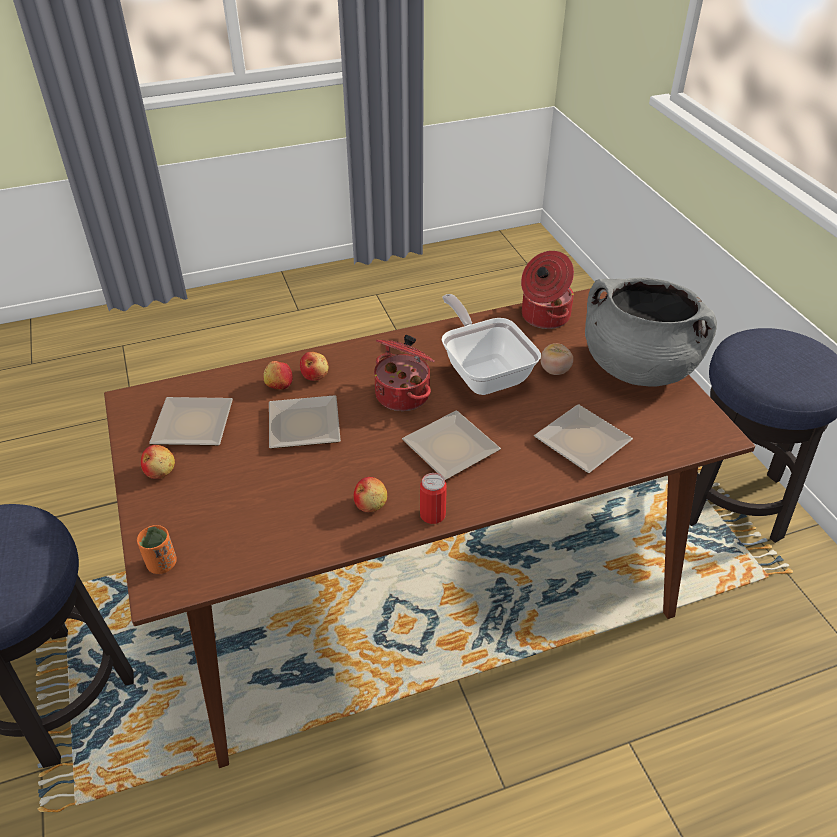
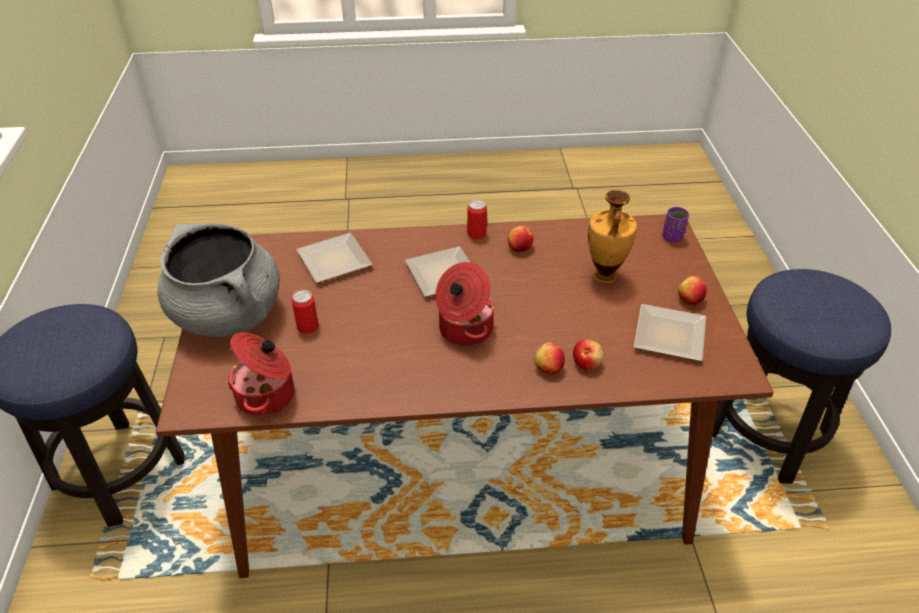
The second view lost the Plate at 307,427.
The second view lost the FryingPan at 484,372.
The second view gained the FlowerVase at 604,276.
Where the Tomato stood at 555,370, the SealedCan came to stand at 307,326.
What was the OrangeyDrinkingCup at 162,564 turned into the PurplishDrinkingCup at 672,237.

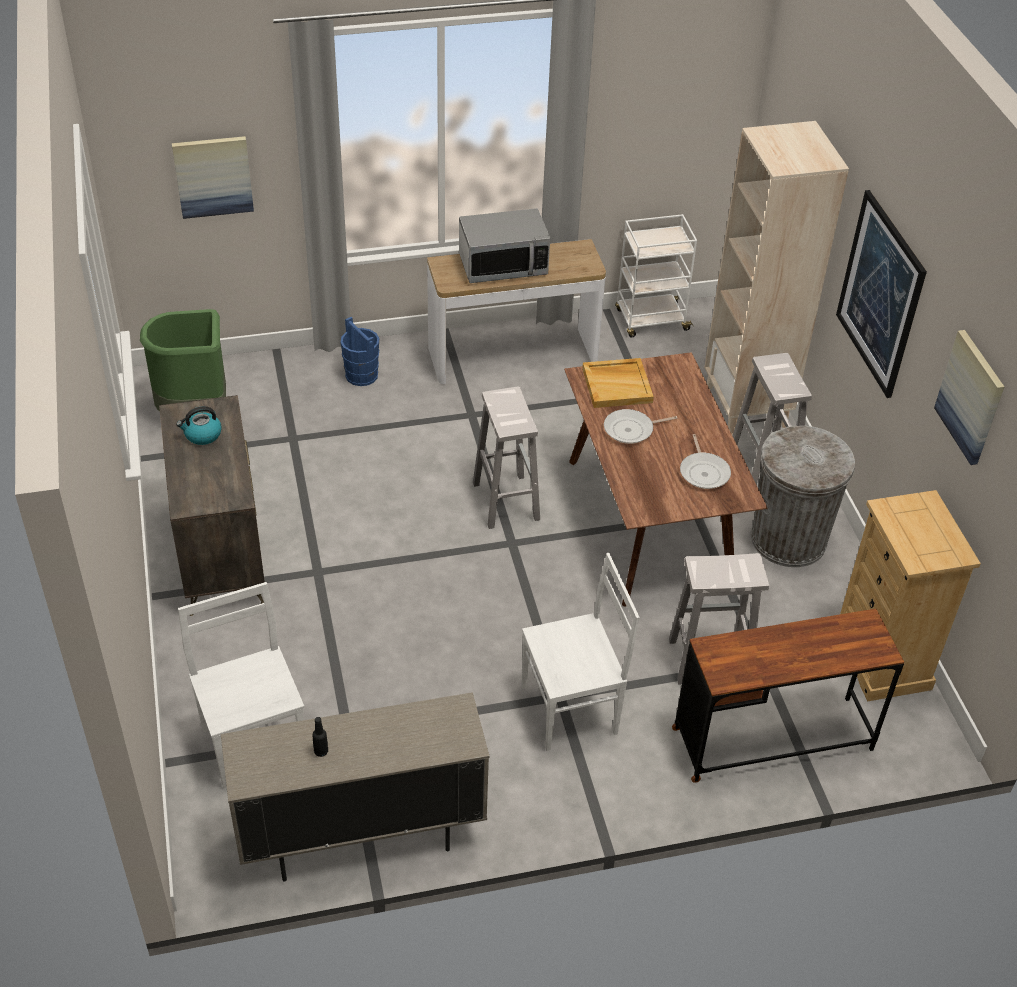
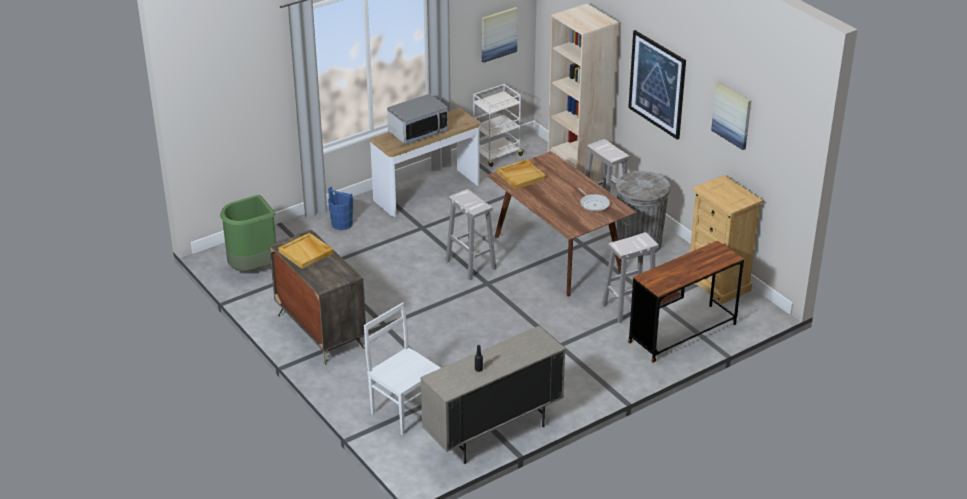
The second view lost the WhiteUprightChair at 572,709.
The second view lost the FryingPan at 631,430.
The WallPicture ended up elsewhere, having gone from 213,176 to 498,34.
Where the Kettle stood at 202,435, the SandColouredTray came to stand at 306,252.

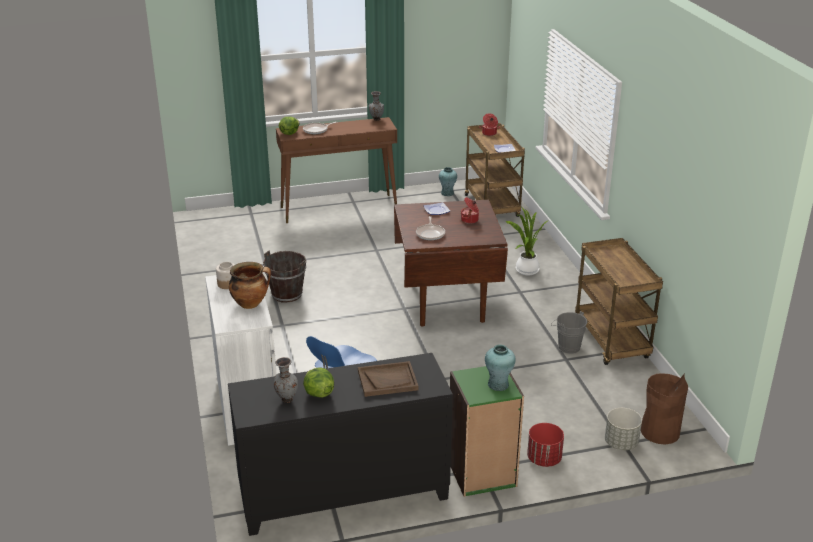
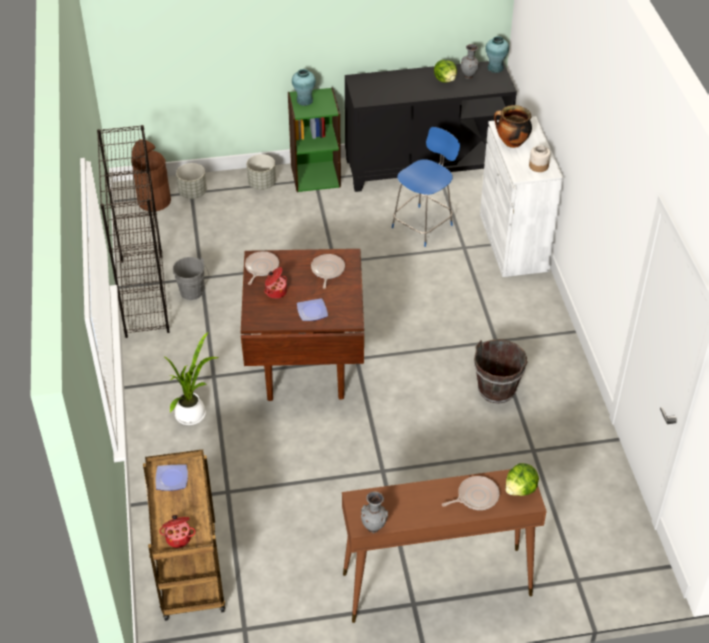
The second view lost the BrownishTray at 387,380.
The second view gained the FryingPan at 261,268.
The TurquoiseColouredFlowerVase ended up elsewhere, having gone from 447,193 to 495,68.
Where the BrownishCart stood at 612,342, the BlackishBookshelf came to stand at 144,295.
What was the RedPlanter at 544,459 turned into the GreyPlanter at 262,184.

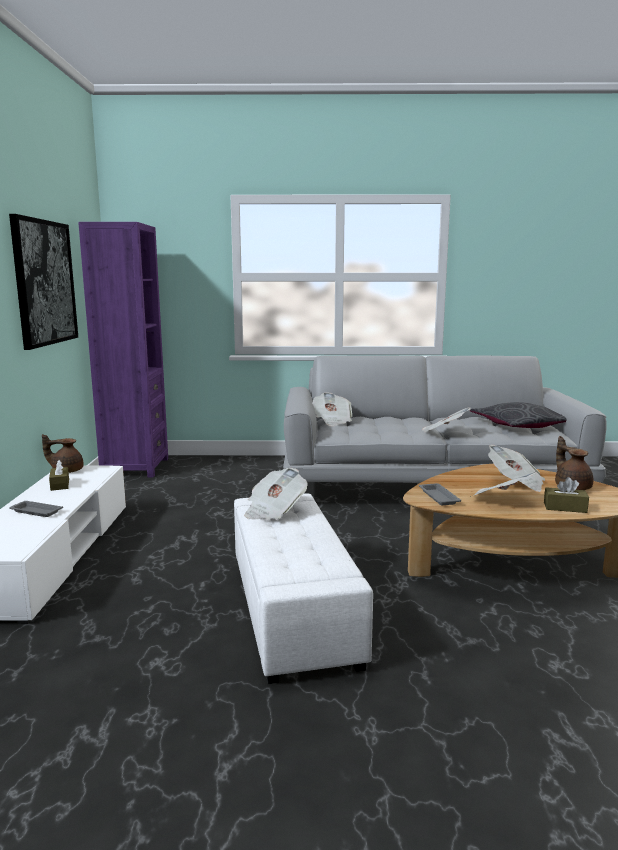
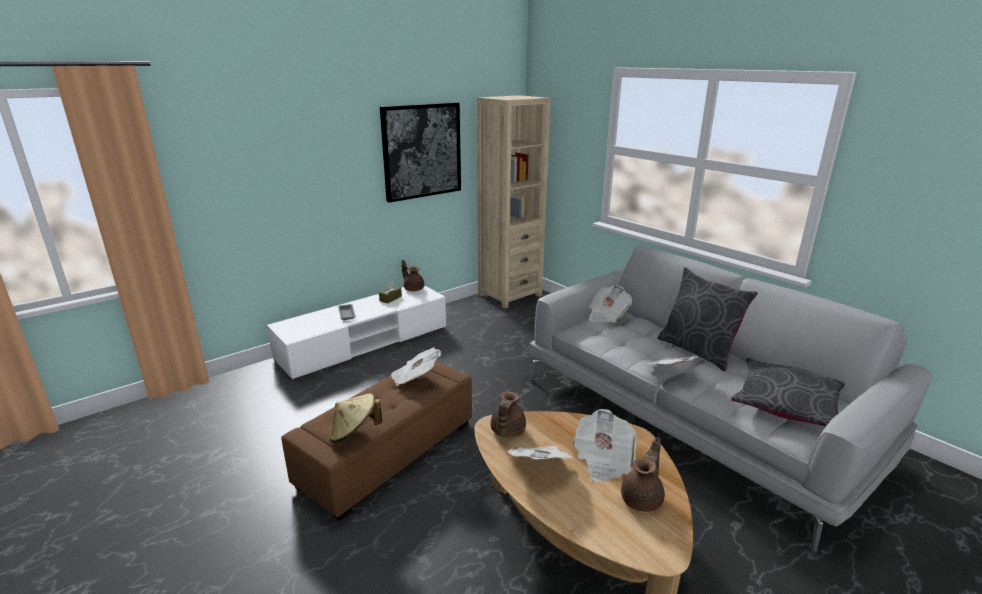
The second view lost the BrownishTissueBox at 565,507.
The second view gained the SandColouredClothingHat at 354,432.
The second view gained the GreyPillow at 698,350.
Where the GreyTray stood at 438,497, the BrownishPotForTea came to stand at 507,431.
What was the PurplishBookshelf at 135,467 turned into the SandColouredBookshelf at 509,295.
What was the WhiteOttoman at 291,608 turned into the BrownishOttoman at 388,453.

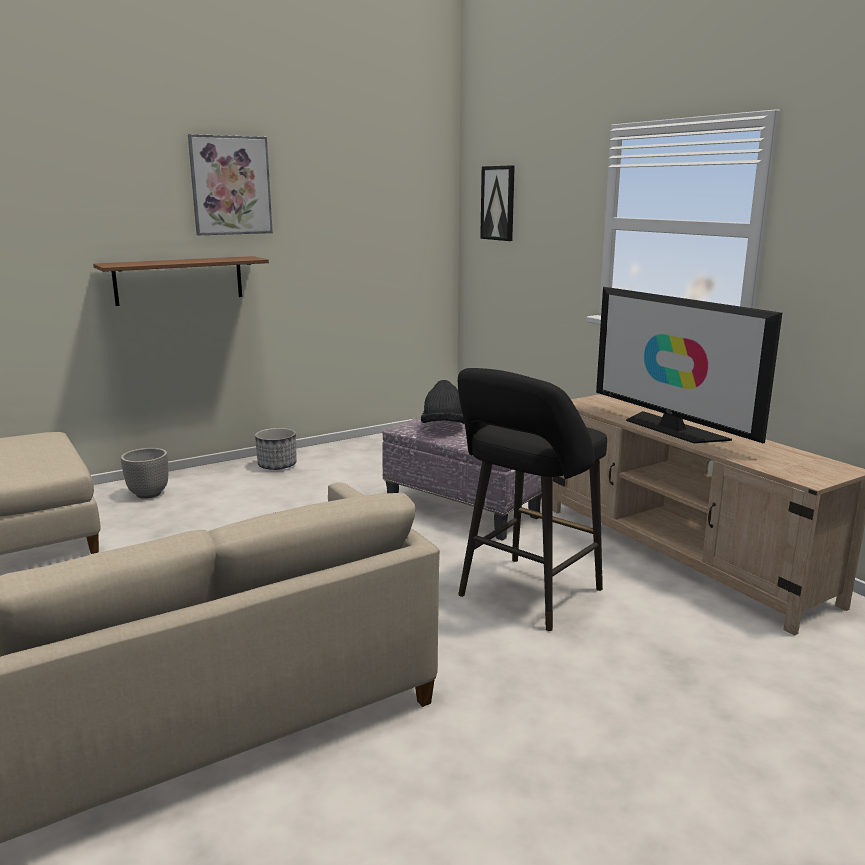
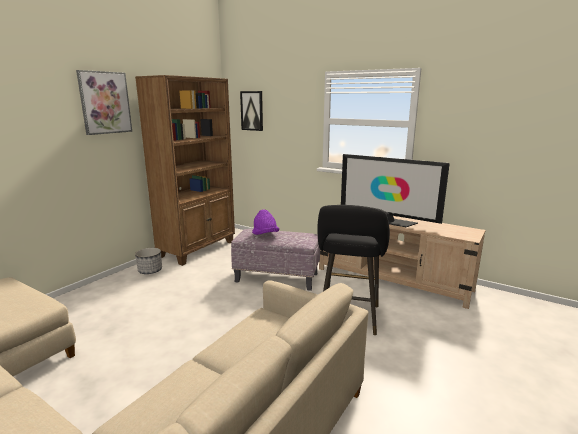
The second view lost the BrownishWallShelf at 179,280.
The second view lost the Planter at 149,494.
The second view gained the BrownishBookshelf at 198,249.
What was the BlackishClothingHat at 443,427 turned into the PurplishClothingHat at 265,235.

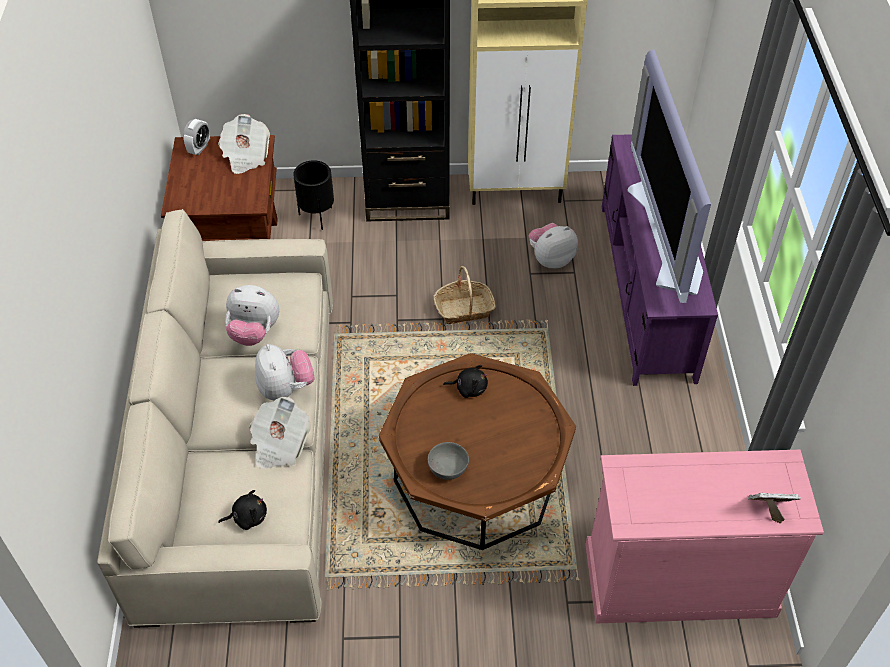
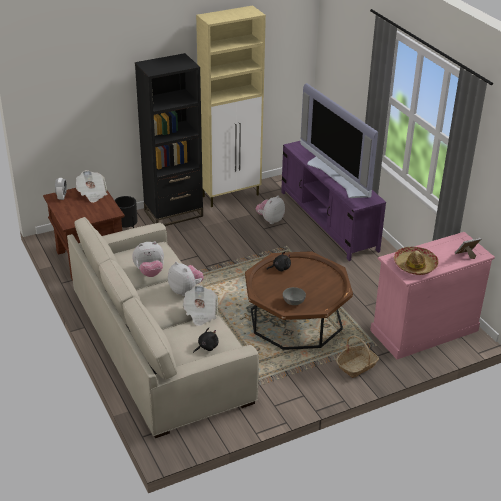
The second view gained the ClothingHat at 415,265.
The HouseholdBasket ended up elsewhere, having gone from 464,309 to 357,366.

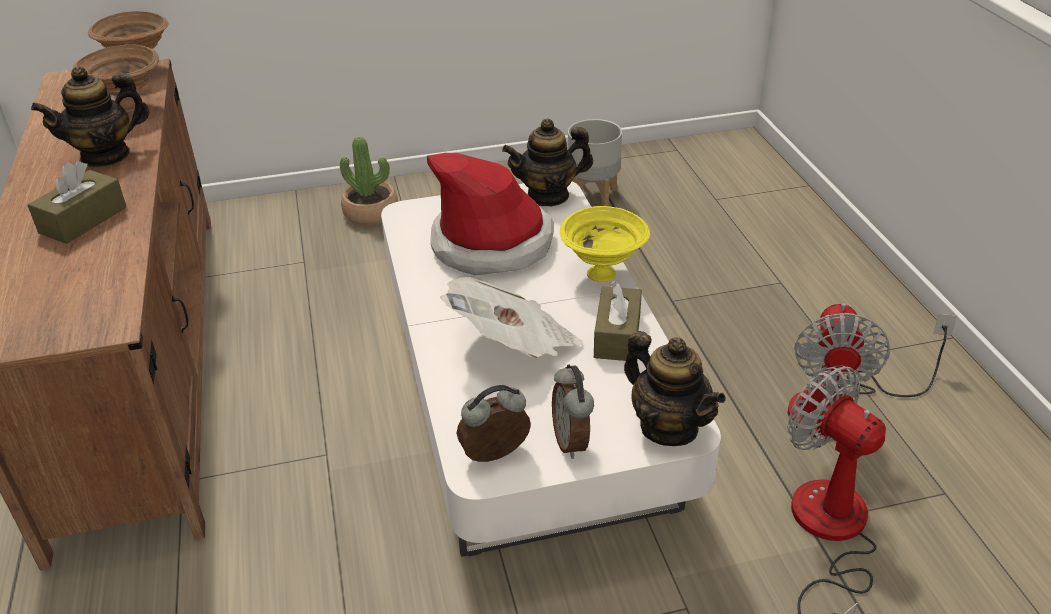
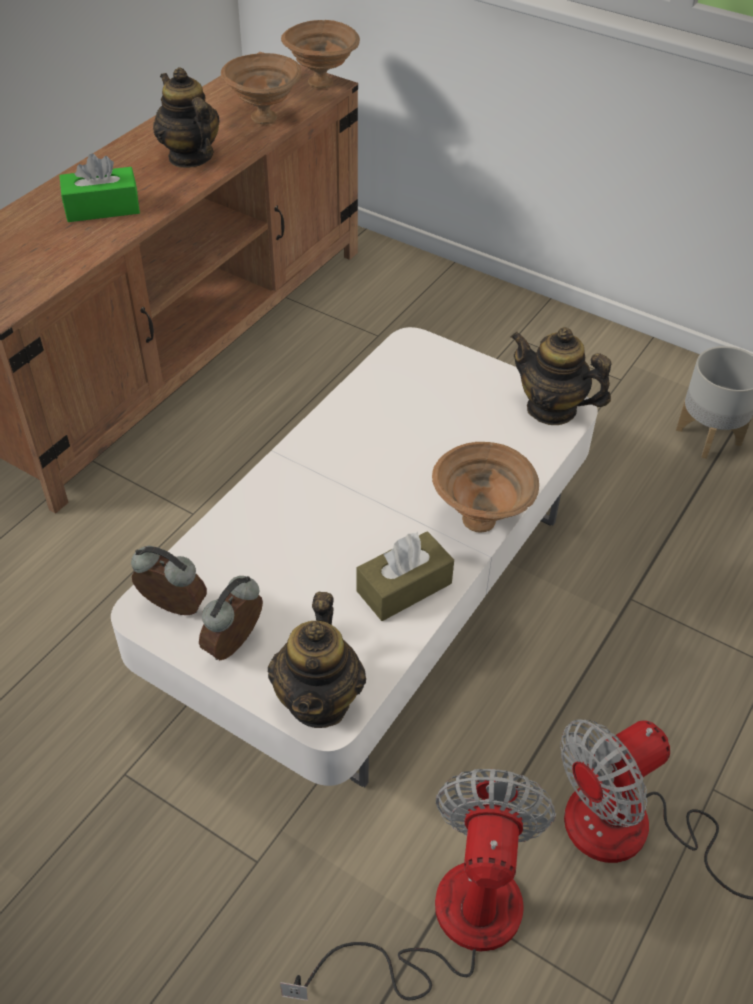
The second view lost the Houseplant at 371,213.
The second view lost the ClothingHat at 492,243.
The second view lost the Newspaper at 514,346.
What was the BrownishTissueBox at 83,220 turned into the GreenishTissueBox at 102,208.
What was the YellowishServingBowl at 603,274 turned into the BrownishServingBowl at 481,521.
The PotForTea at 106,155 ended up facing another way, 45 degrees clockwise from before.

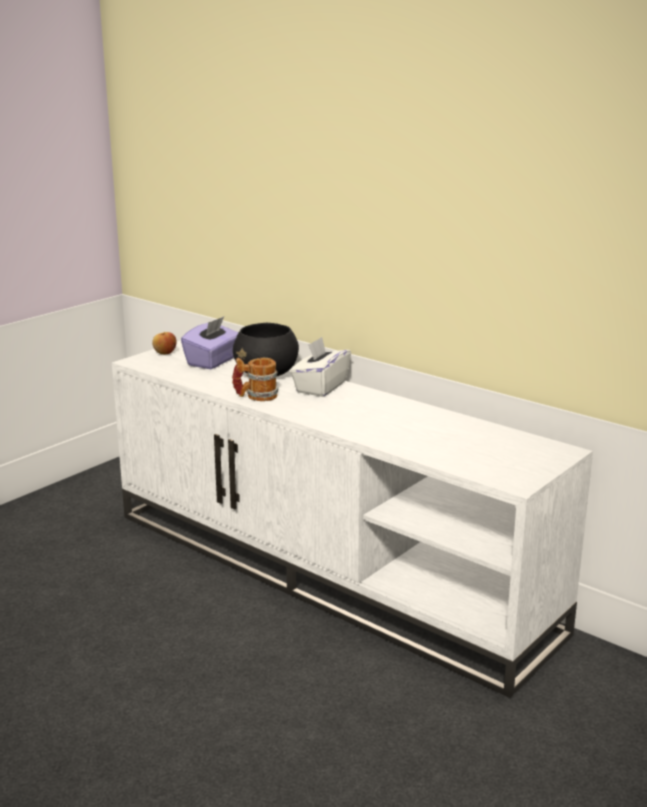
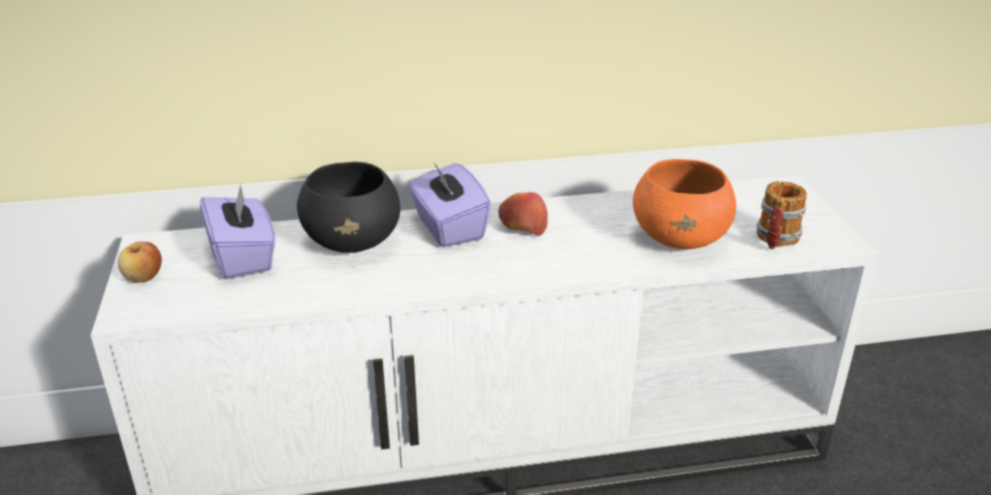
The second view gained the Apple at 522,225.
The second view gained the OrangeyServingBowl at 680,238.
The Mug ended up elsewhere, having gone from 255,396 to 775,240.
What was the WhiteTissueBox at 320,387 turned into the PurplishTissueBox at 448,228.

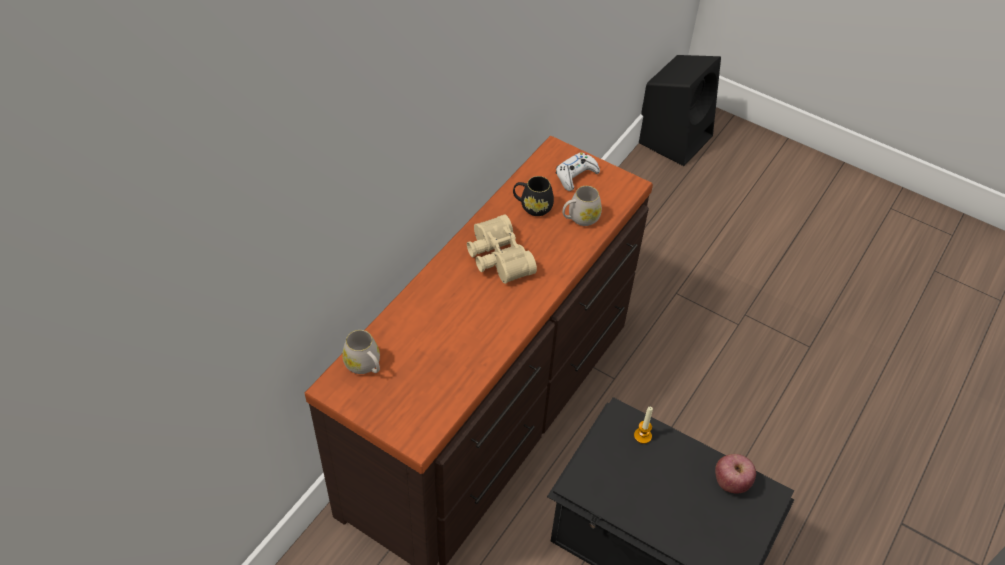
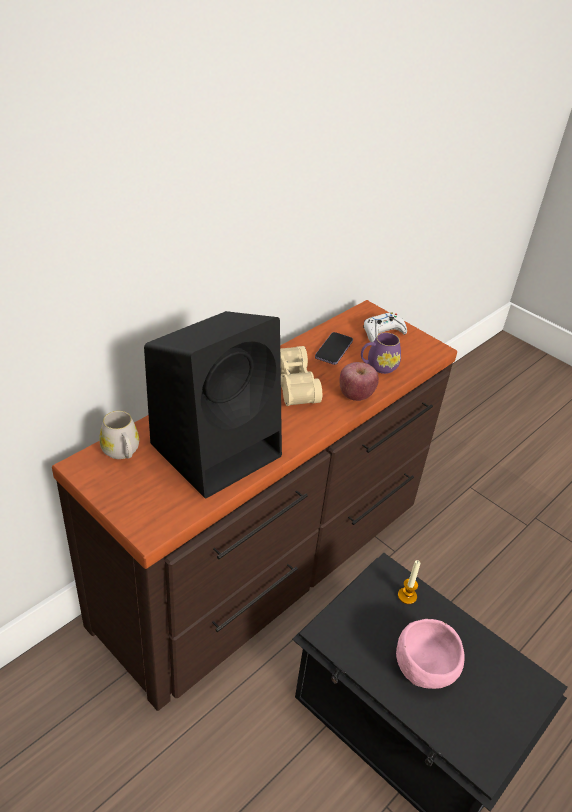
The second view gained the PinkServingBowl at 426,664.
The BlackishAudioSpeaker ended up elsewhere, having gone from 674,137 to 218,448.
The Apple ended up elsewhere, having gone from 731,482 to 355,395.
Where the BlackishMug stood at 532,206, the Handset came to stand at 333,349.
What was the WhiteMug at 580,218 turned into the PurplishMug at 378,366.

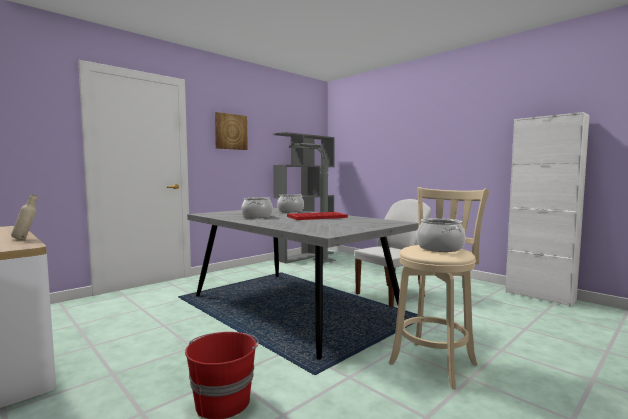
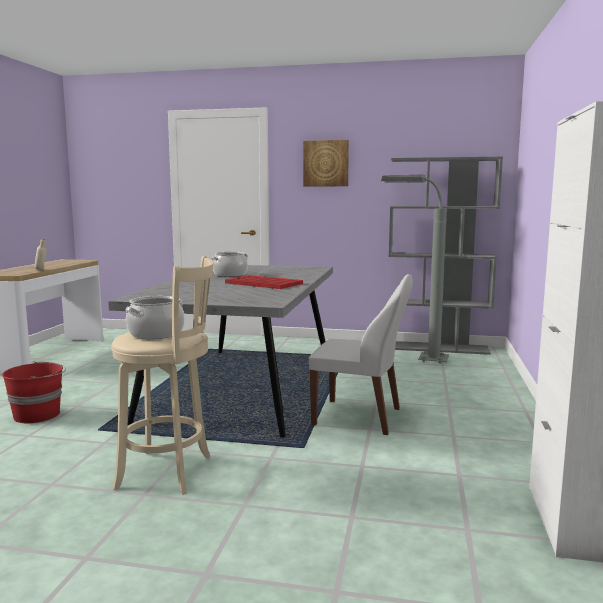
The second view lost the CookingPot at 290,211.

